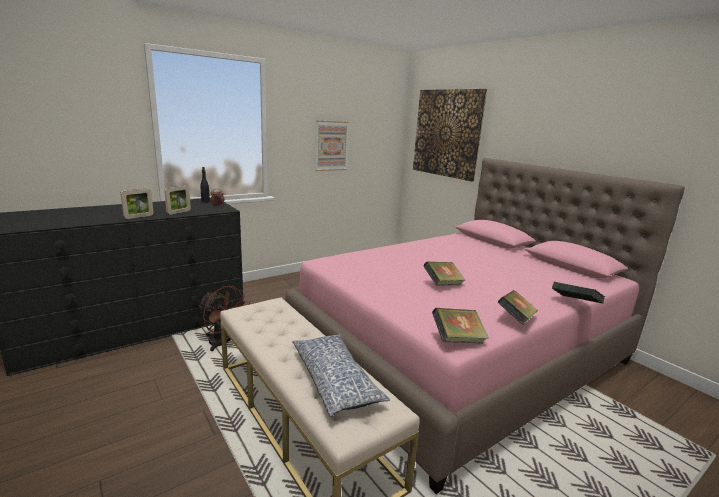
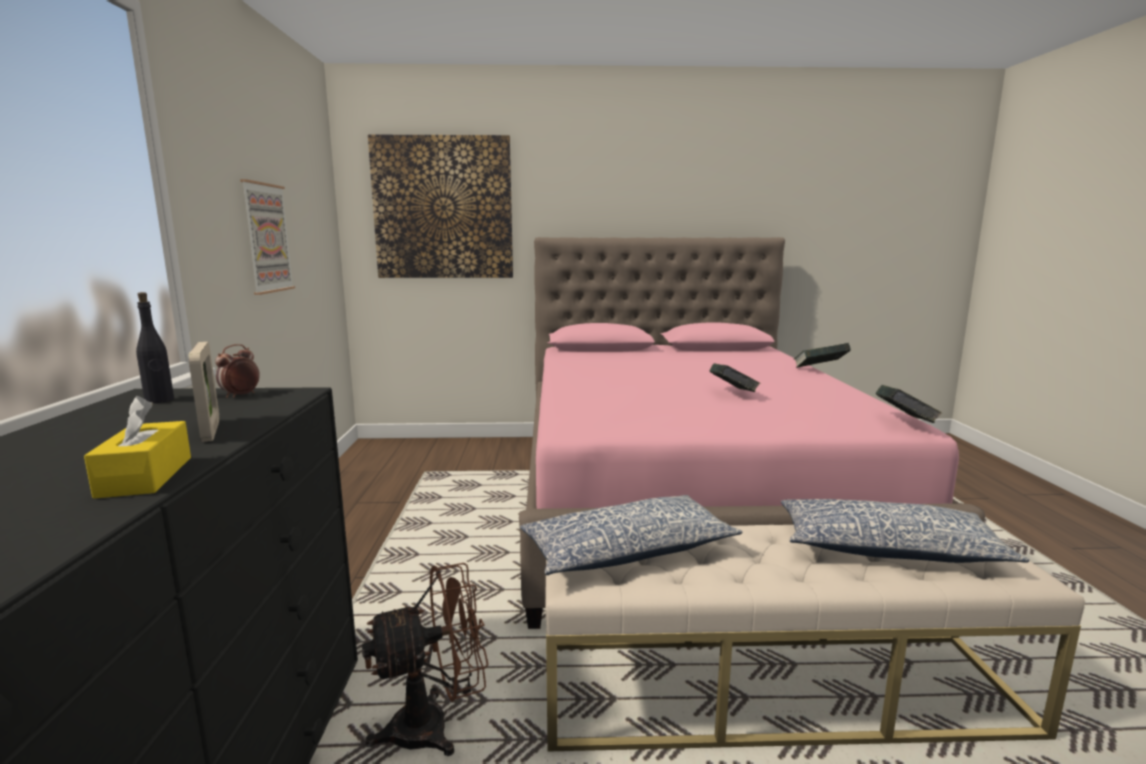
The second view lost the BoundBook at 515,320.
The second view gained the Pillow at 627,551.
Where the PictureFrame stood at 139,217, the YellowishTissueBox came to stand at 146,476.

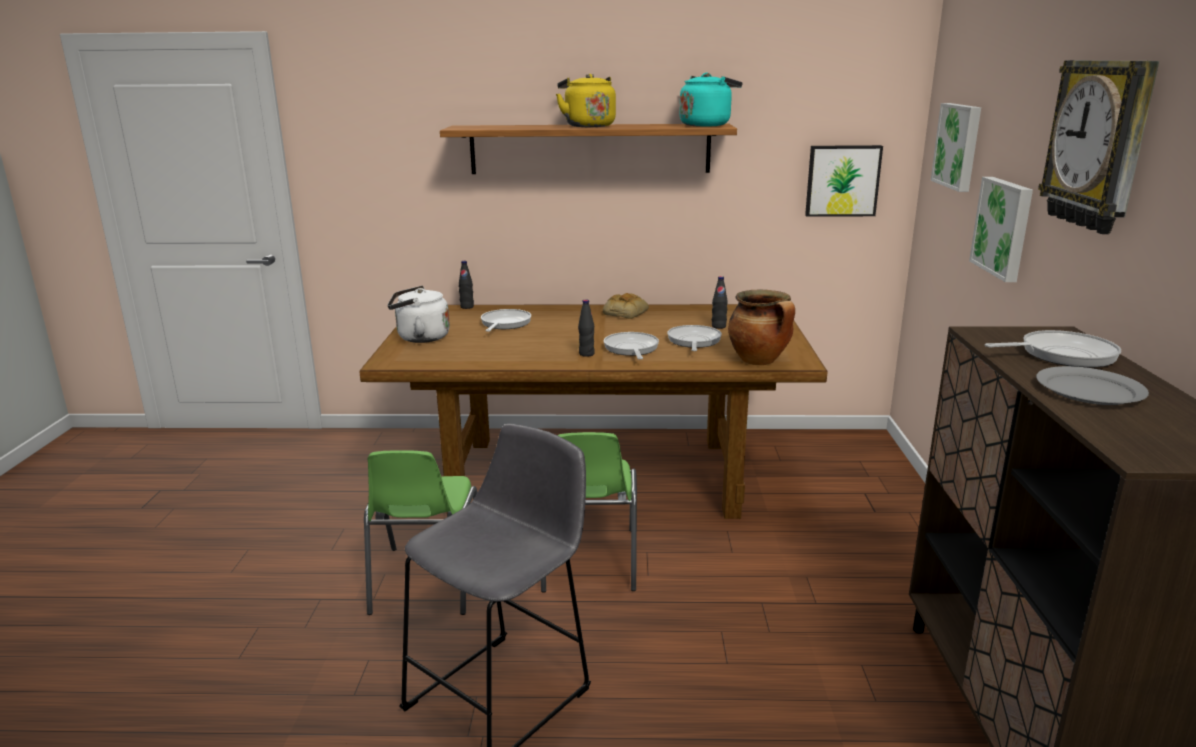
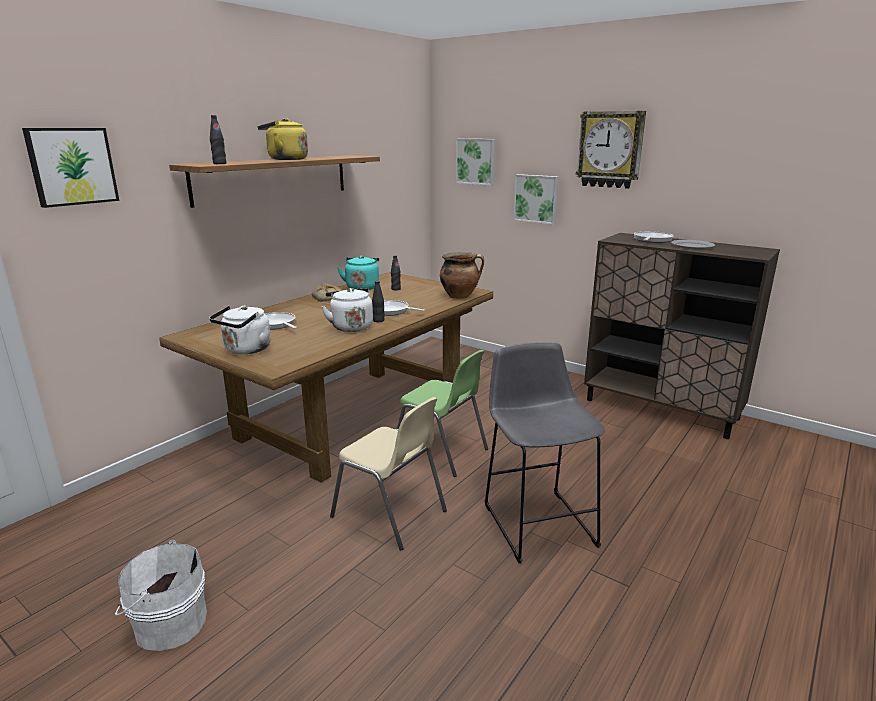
The second view lost the FryingPan at 693,341.
The second view gained the WhiteBucket at 168,623.
The second view gained the WhiteKettle at 350,326.
The BlackishDrinkBottle ended up elsewhere, having gone from 467,307 to 219,164.
The TurquoiseColouredKettle ended up elsewhere, having gone from 707,125 to 362,287.
The WallPicture ended up elsewhere, having gone from 842,180 to 72,166.
What was the GreenishUprightChair at 426,581 turned into the SandColouredUprightChair at 390,514.

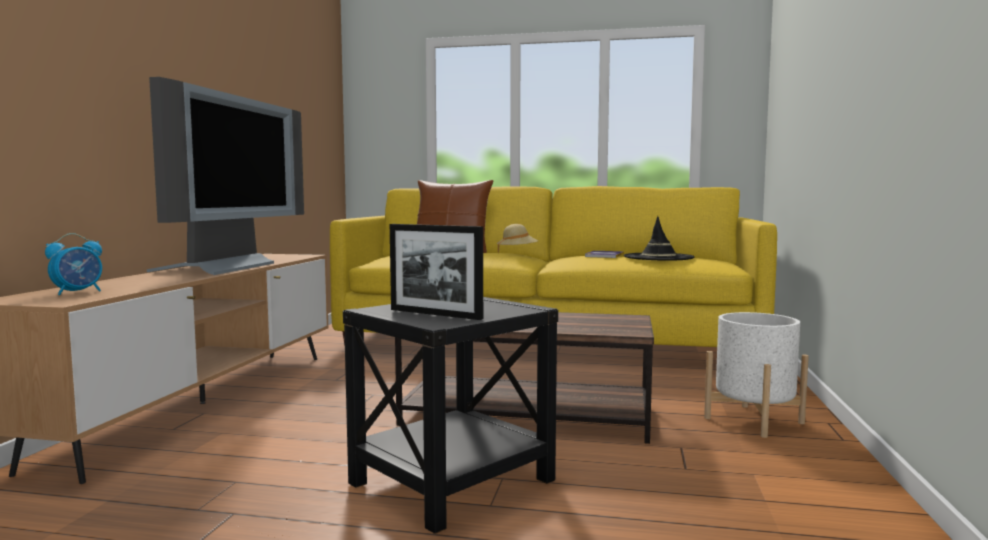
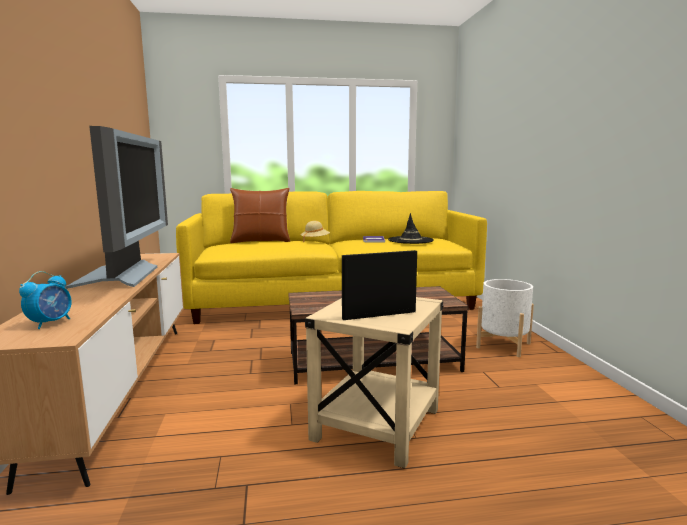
What was the BlackishAccentTable at 451,484 turned into the SandColouredAccentTable at 376,426.
The PictureFrame at 435,314 ended up facing another way, 150 degrees clockwise from before.

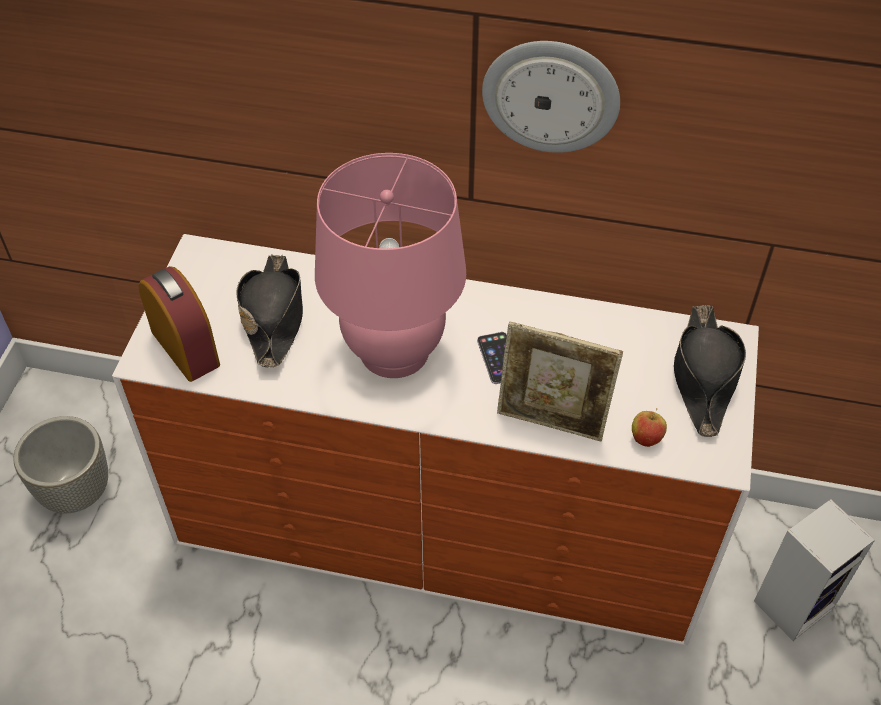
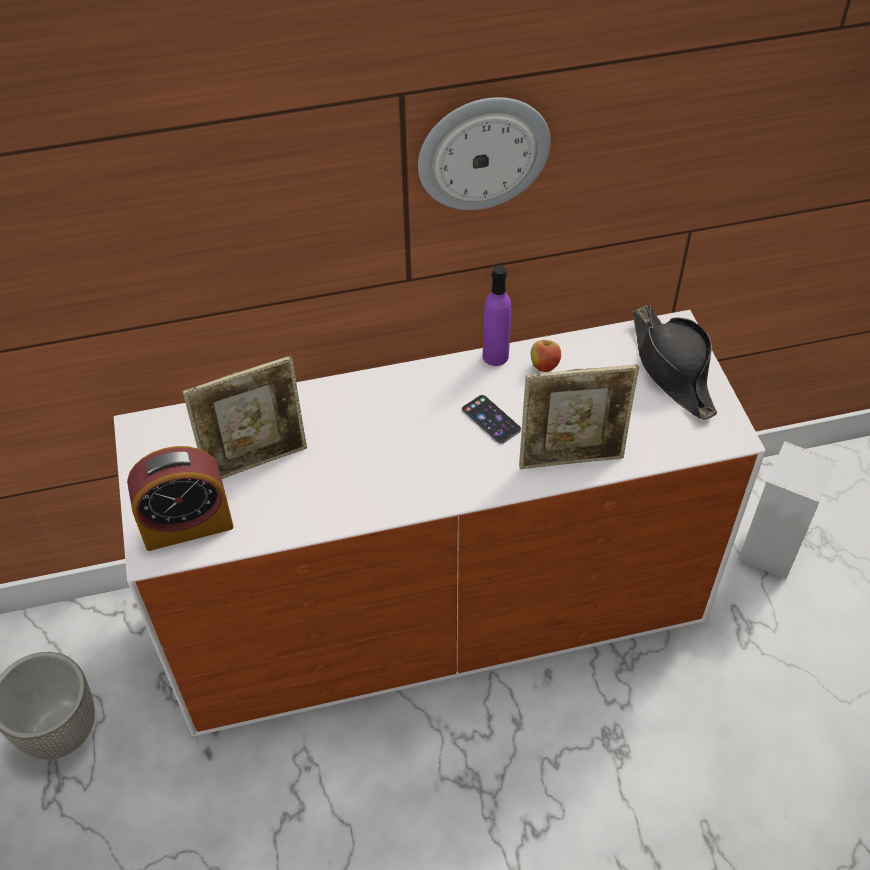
The second view lost the PinkTableLamp at 394,351.
The second view gained the PurplishDrinkBottle at 495,356.
The Apple ended up elsewhere, having gone from 646,438 to 544,366.
Where the BlackishClothingHat stood at 274,316, the PictureFrame came to stand at 257,461.
The TableClock at 185,348 ended up facing another way, 135 degrees clockwise from before.

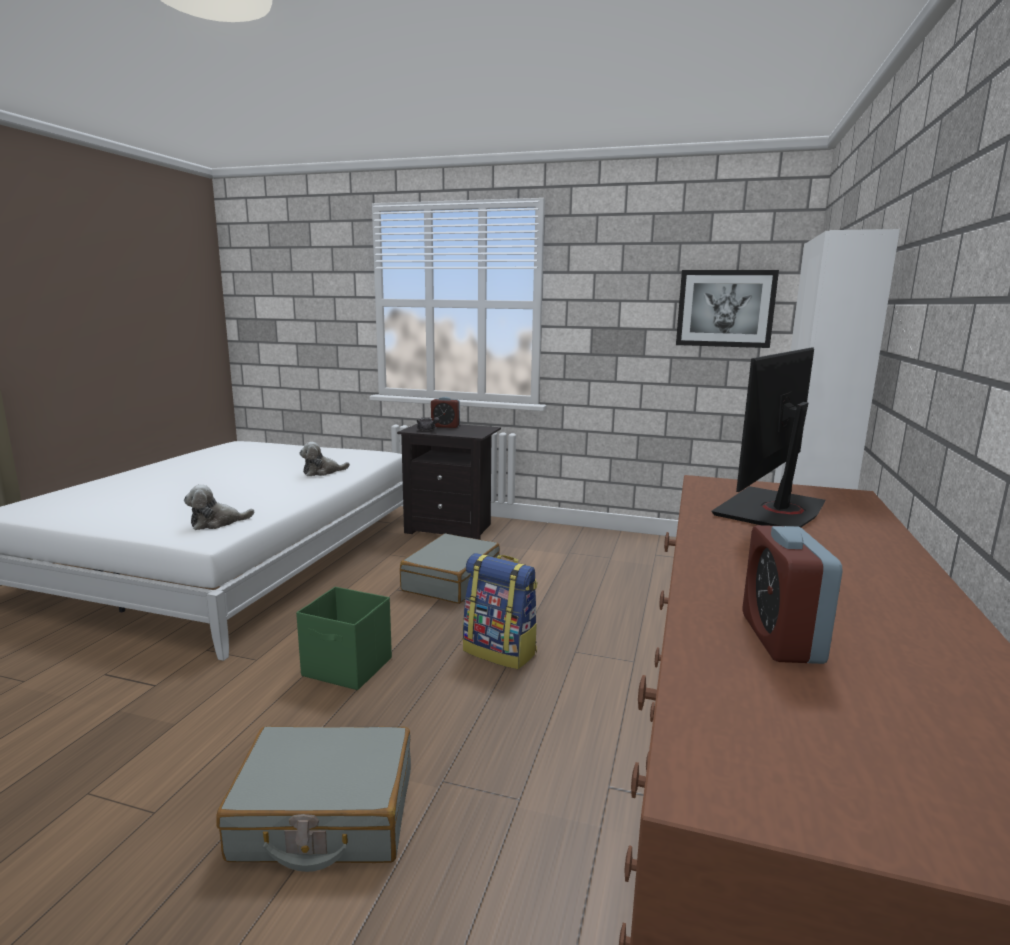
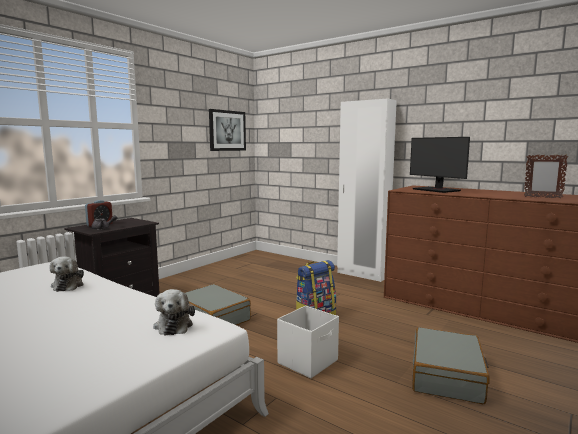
Where the TableClock stood at 781,638, the PictureFrame came to stand at 542,197.
What was the GreenishStorageBin at 348,668 turned into the WhiteStorageBin at 308,361.

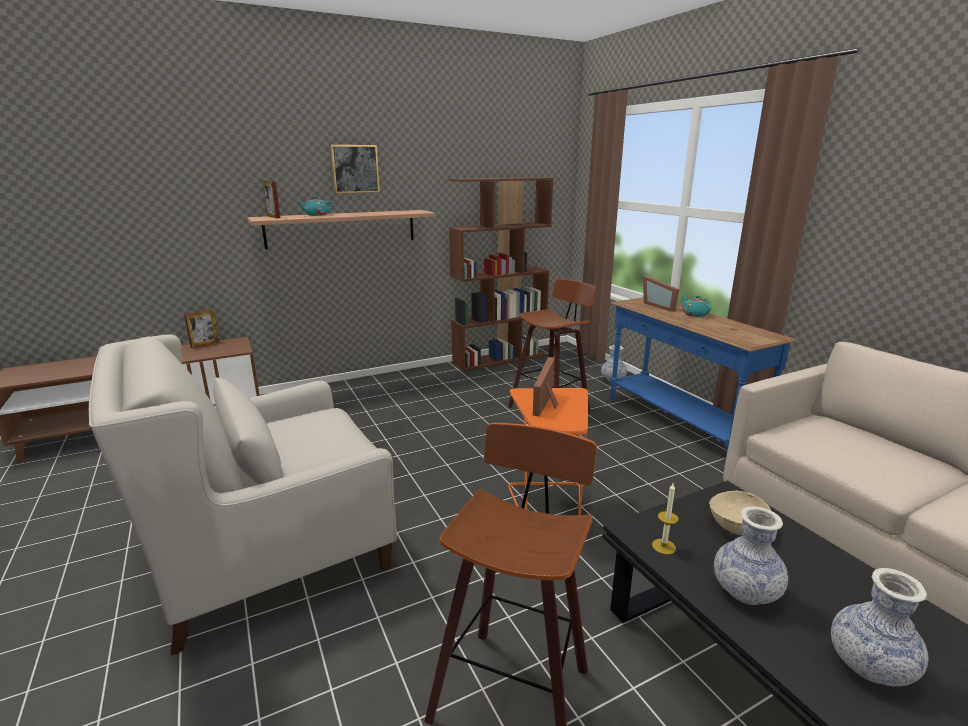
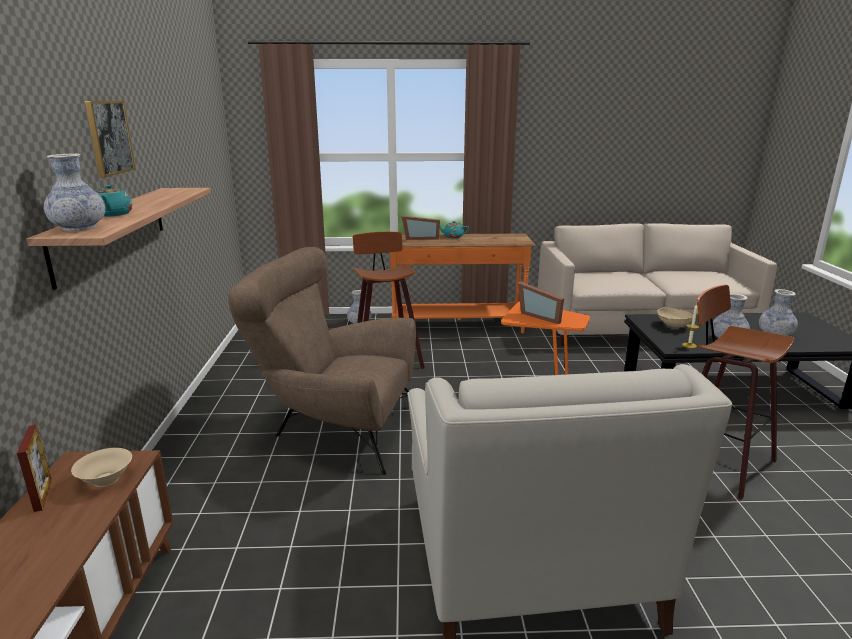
The second view lost the BrownishBookshelf at 499,359.
The second view gained the SandColouredServingBowl at 106,480.
The second view gained the BrownishArmchair at 335,428.
Where the PictureFrame stood at 273,217, the FlowerVase came to stand at 79,228.
What was the BlueColouredConsoleTable at 677,424 turned into the OrangeyConsoleTable at 457,327.

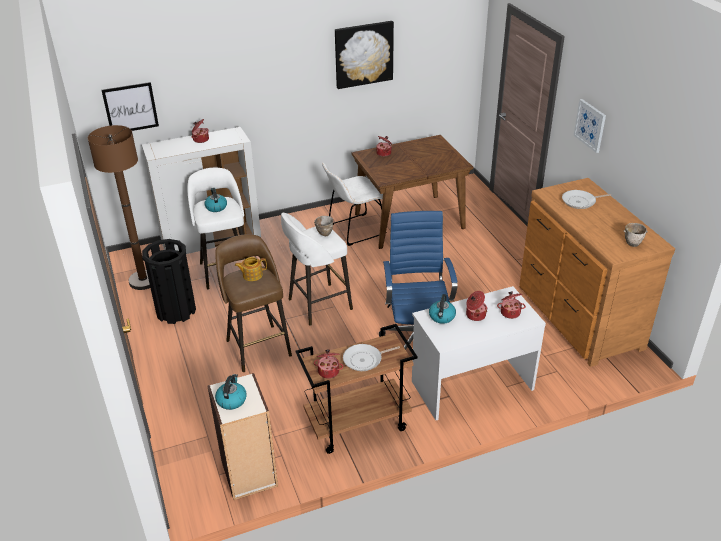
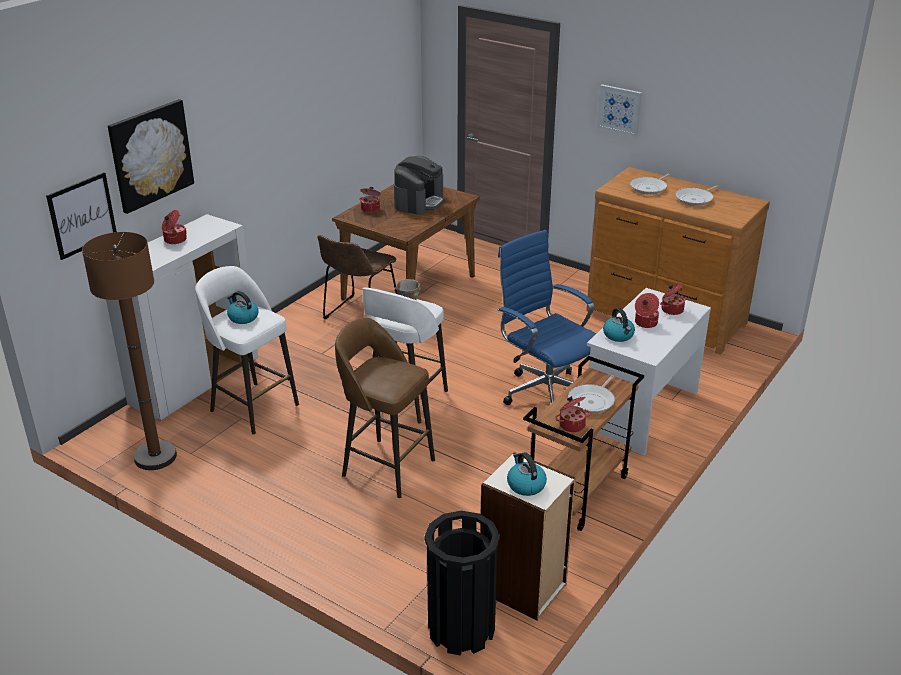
The second view lost the PotForTea at 252,275.
The second view lost the ServingBowl at 633,244.
The second view gained the CoffeeBrewer at 419,202.
The second view gained the FryingPan at 695,199.
The BlackishRubbishBin ended up elsewhere, having gone from 176,311 to 461,629.
The WallPicture ended up elsewhere, having gone from 363,54 to 150,155.
What was the WhiteUprightChair at 354,230 turned into the BrownishUprightChair at 359,315.

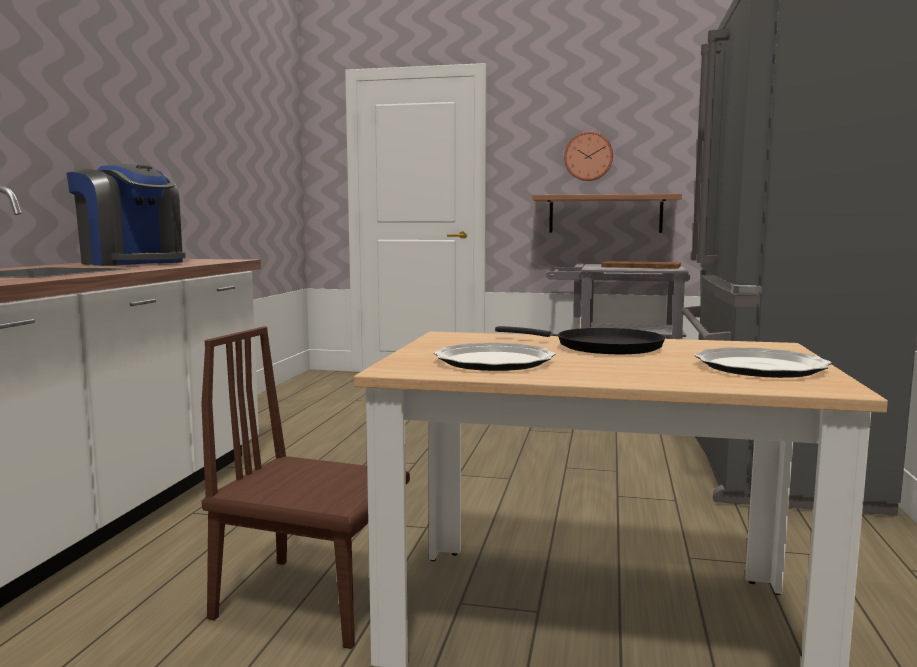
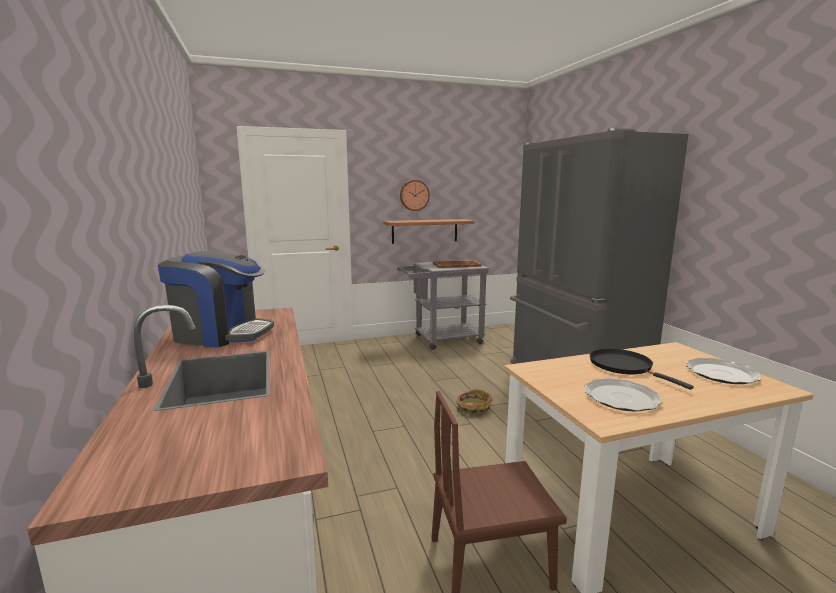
The second view gained the HouseholdBasket at 473,408.
The BlackishFryingPan at 601,347 ended up facing another way, 120 degrees counterclockwise from before.

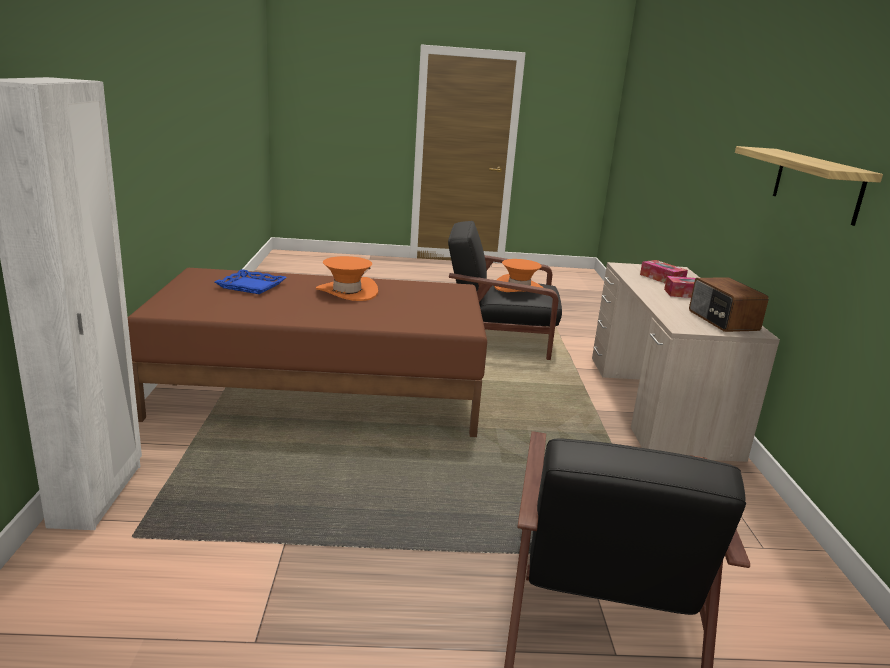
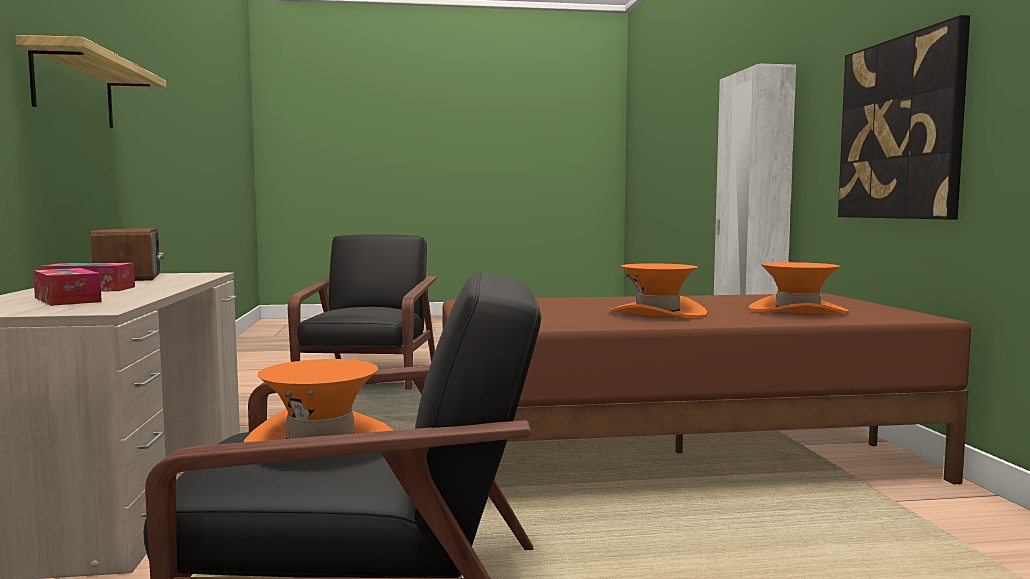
The second view gained the WallPicture at 900,129.
Where the BlueColouredTray stood at 251,286, the OrangeyClothingHat came to stand at 798,311.

